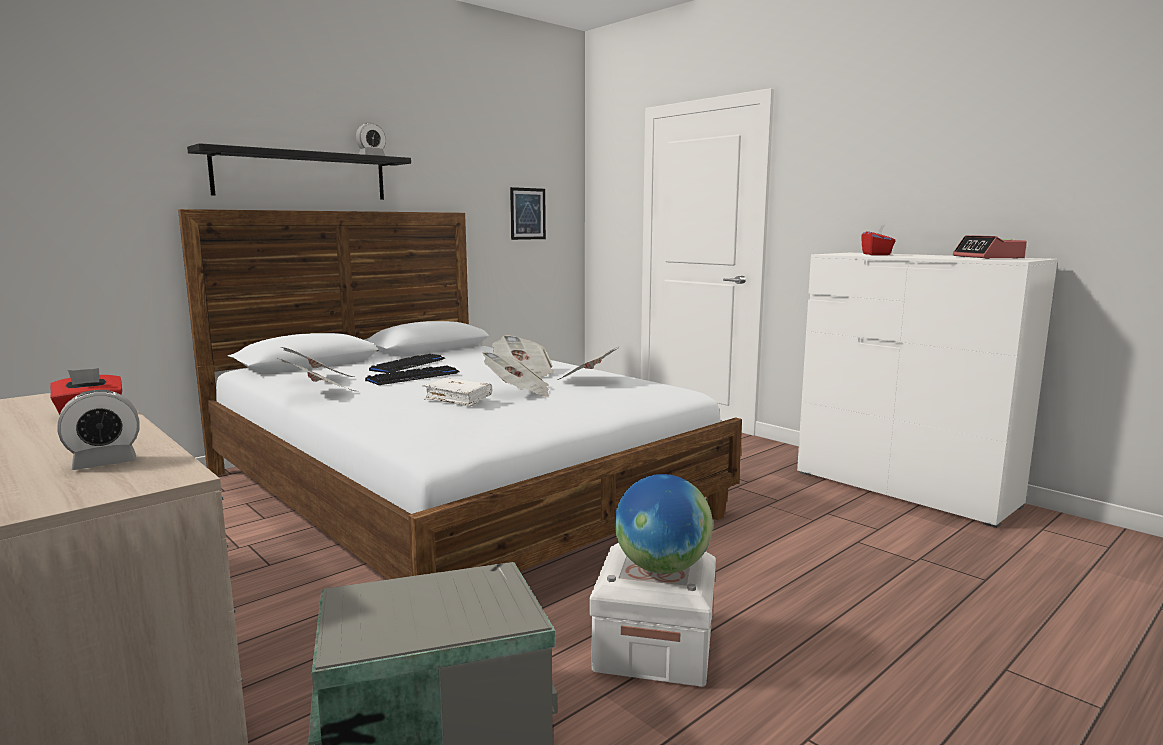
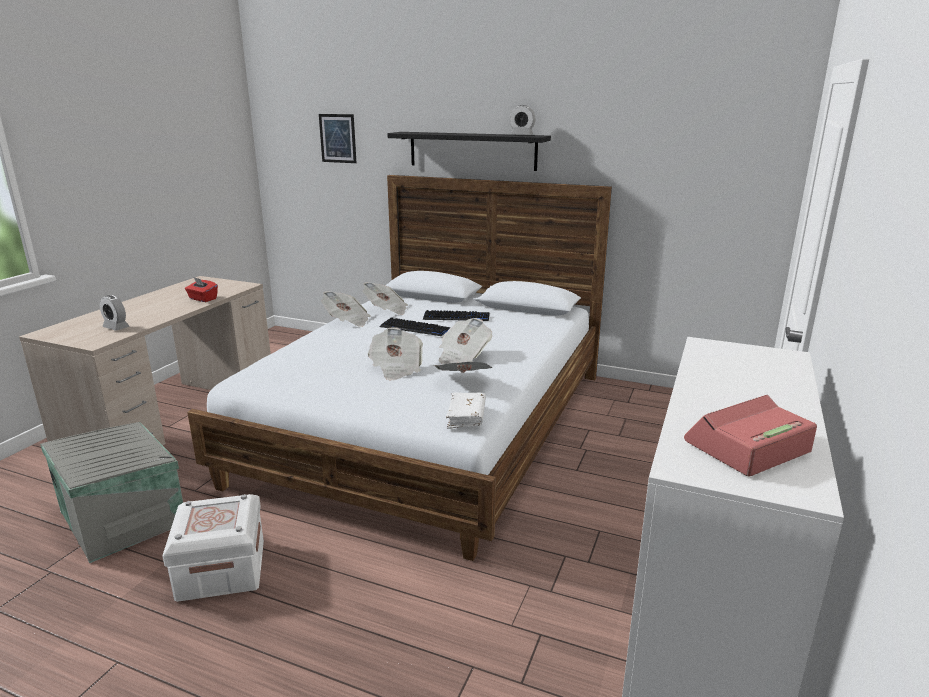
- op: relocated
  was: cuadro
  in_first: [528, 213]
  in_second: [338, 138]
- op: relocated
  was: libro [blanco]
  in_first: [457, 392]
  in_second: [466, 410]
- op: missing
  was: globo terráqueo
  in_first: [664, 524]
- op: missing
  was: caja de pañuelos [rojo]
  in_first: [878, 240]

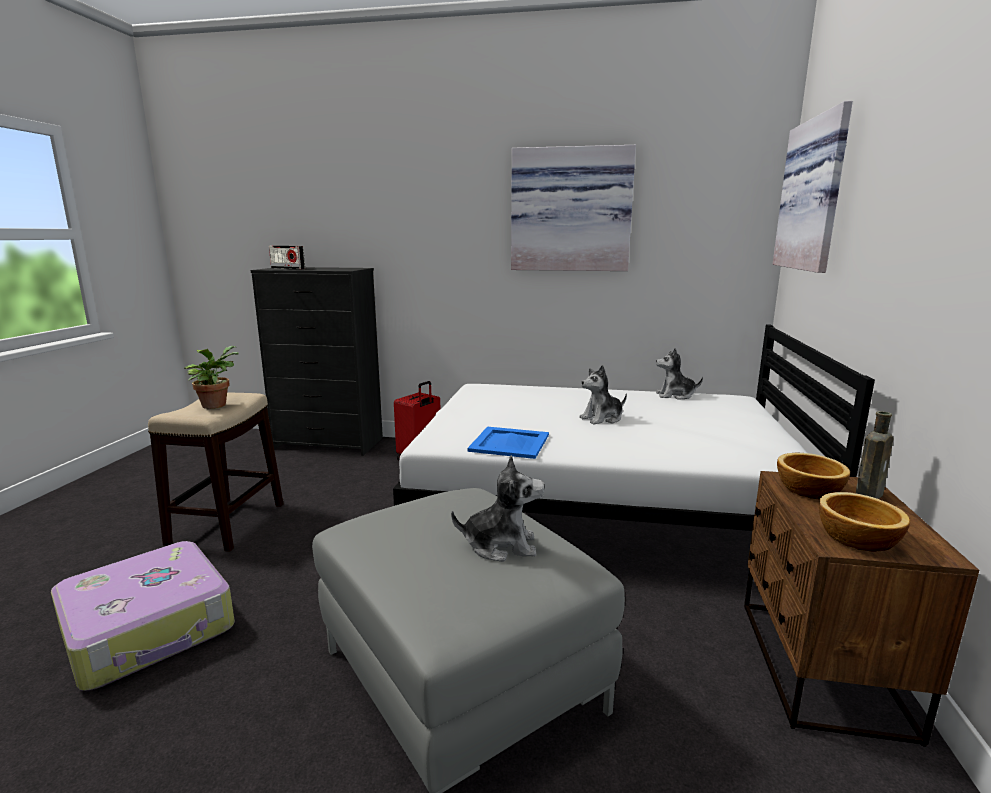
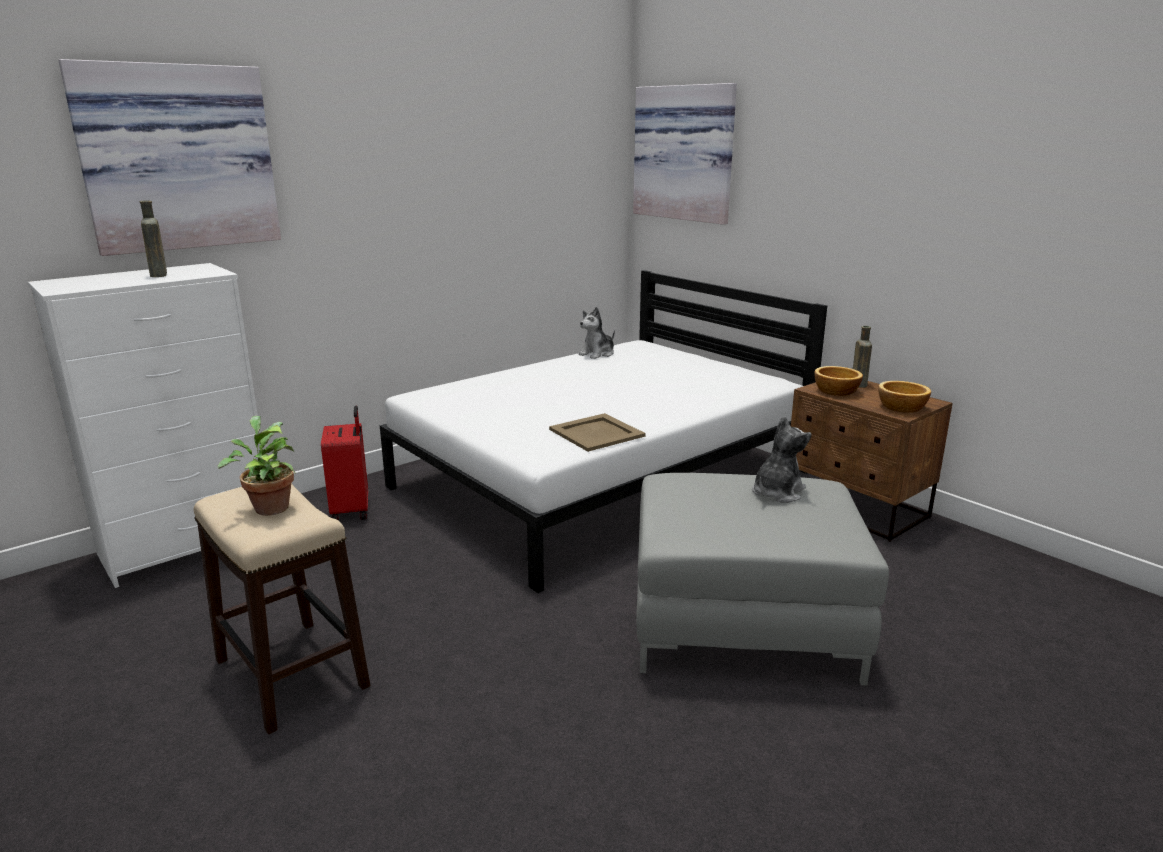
- op: colour
  was: cómoda [negro]
  now: cómoda [blanco]
  in_first: [316, 361]
  in_second: [145, 425]
- op: relocated
  was: cuadro
  in_first: [573, 208]
  in_second: [169, 157]
- op: appeared
  now: botella [marrón]
  in_second: [153, 239]
- op: colour
  was: bandeja [azul]
  now: bandeja [beis]
  in_first: [508, 442]
  in_second: [597, 432]
- op: missing
  was: maleta
  in_first: [143, 616]
- op: missing
  was: radio
  in_first: [287, 257]
- op: missing
  was: peluche
  in_first: [603, 395]

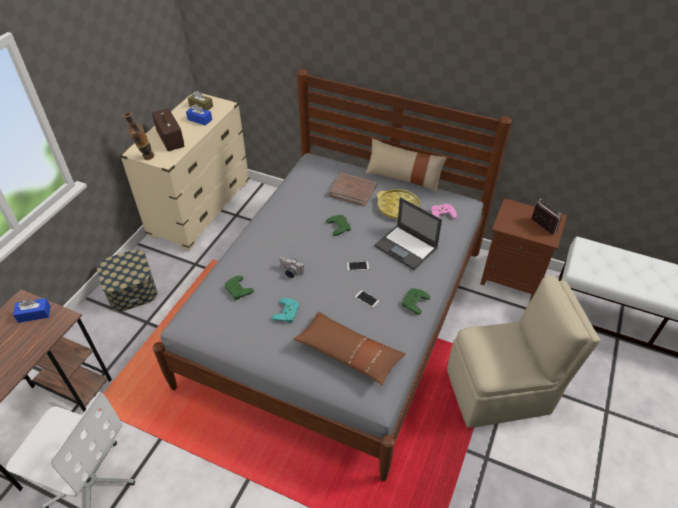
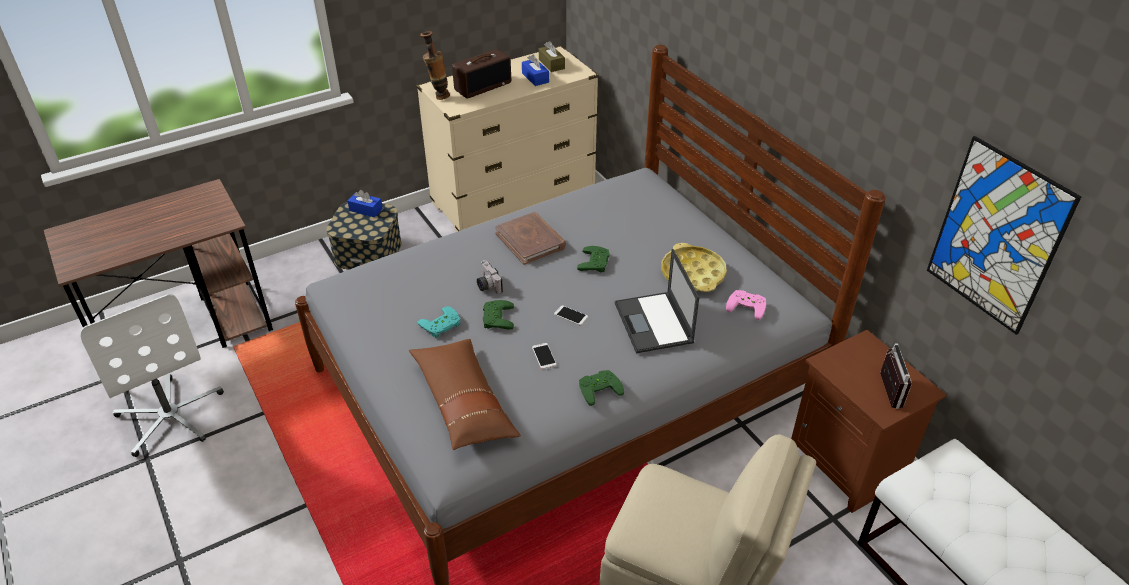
- op: relocated
  was: caja de pañuelos [azul]
  in_first: [31, 310]
  in_second: [365, 203]
- op: spun
  was: radio
  in_first: [168, 129]
  in_second: [481, 73]
  clockwise: 45
- op: relocated
  was: mando de consola [verde]
  in_first: [239, 288]
  in_second: [498, 315]
- op: relocated
  was: libro [marrón]
  in_first: [353, 189]
  in_second: [530, 238]
- op: appeared
  now: cuadro
  in_second: [1004, 235]
- op: missing
  was: cojín [beis]
  in_first: [406, 165]

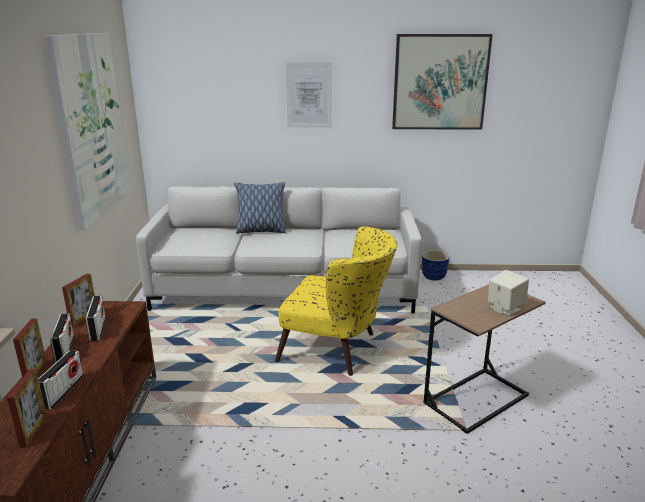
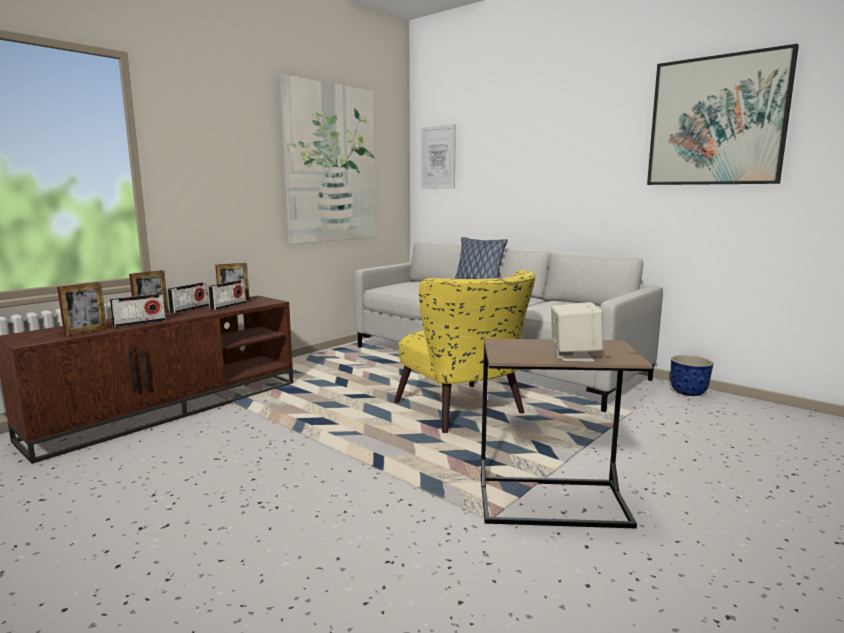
- op: relocated
  was: cuadro
  in_first: [309, 95]
  in_second: [438, 156]

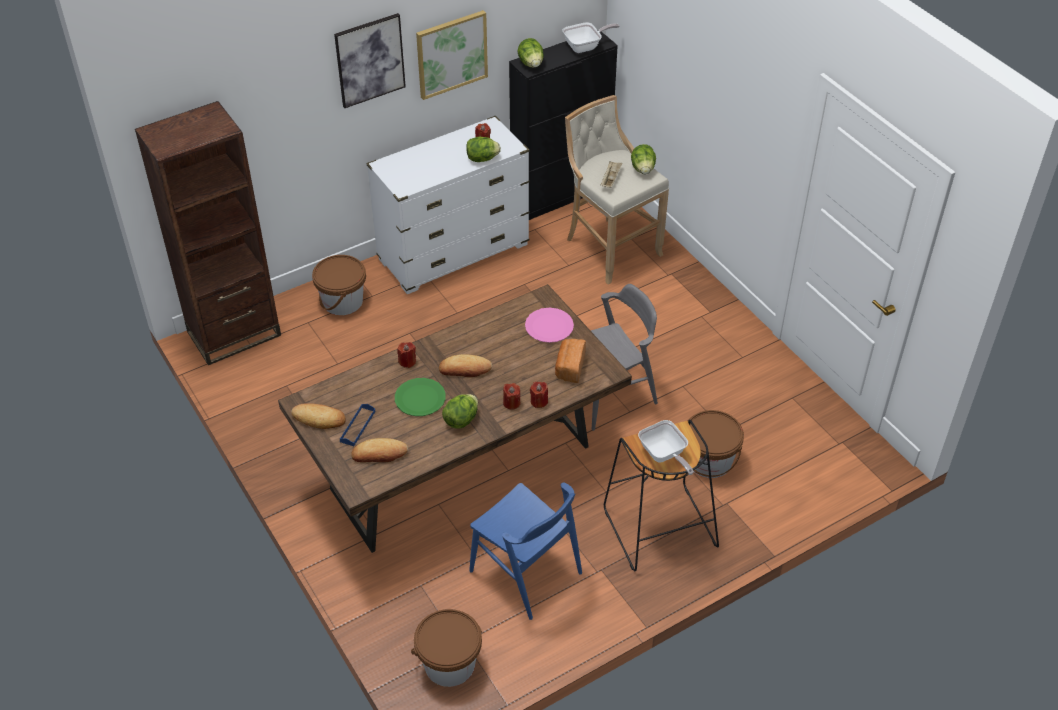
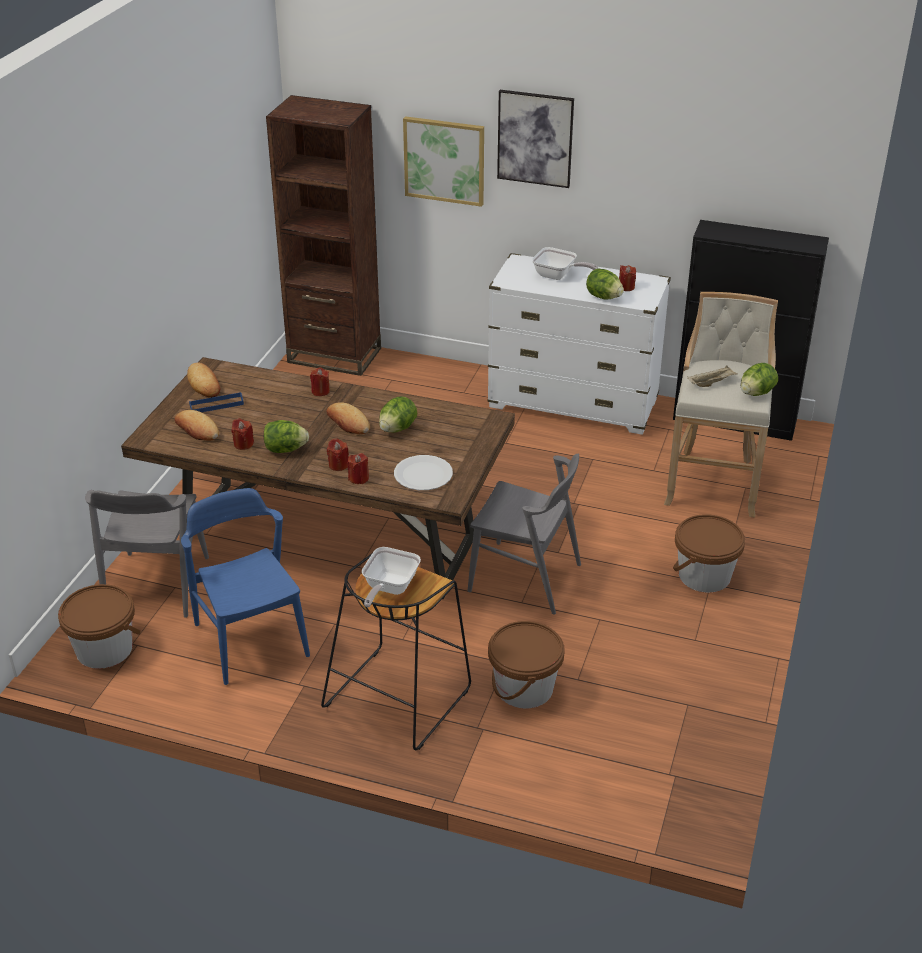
- op: appeared
  now: silla [gris]
  in_second: [147, 554]
- op: spun
  was: silla [azul]
  in_first: [525, 551]
  in_second: [245, 586]
  clockwise: 150
- op: appeared
  now: vela [rojo]
  in_second: [243, 434]
- op: relocated
  was: lechuga
  in_first: [530, 53]
  in_second: [398, 414]
- op: exchanged
  was: pan
  now: plato [blanco]
  in_first: [570, 361]
  in_second: [423, 472]
- op: relocated
  was: cuadro
  in_first: [452, 55]
  in_second: [443, 161]
- op: relocated
  was: sartén
  in_first: [590, 37]
  in_second: [565, 263]
- op: relocated
  was: cubo [marrón]
  in_first: [339, 285]
  in_second: [709, 553]
- op: missing
  was: plato [verde]
  in_first: [420, 397]
- op: missing
  was: plato [rosa]
  in_first: [549, 325]

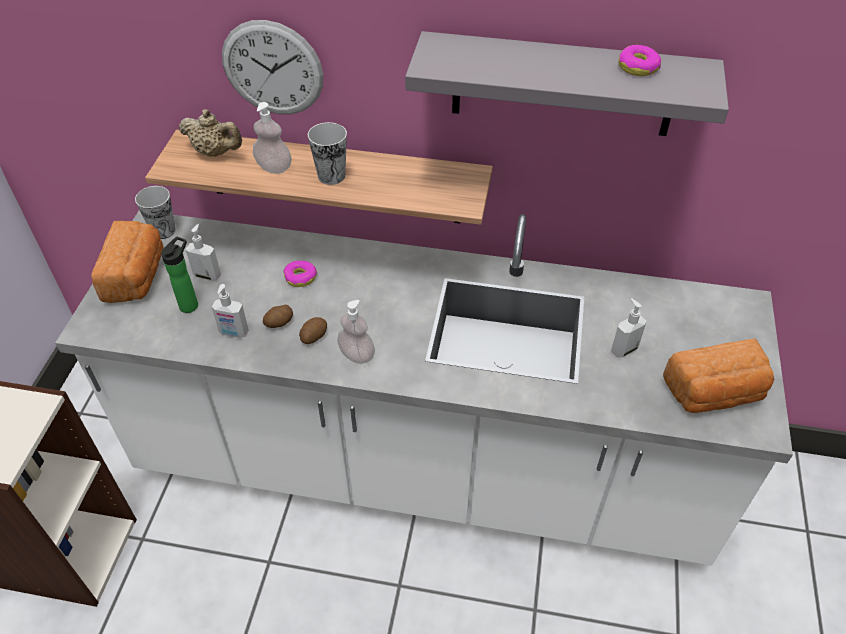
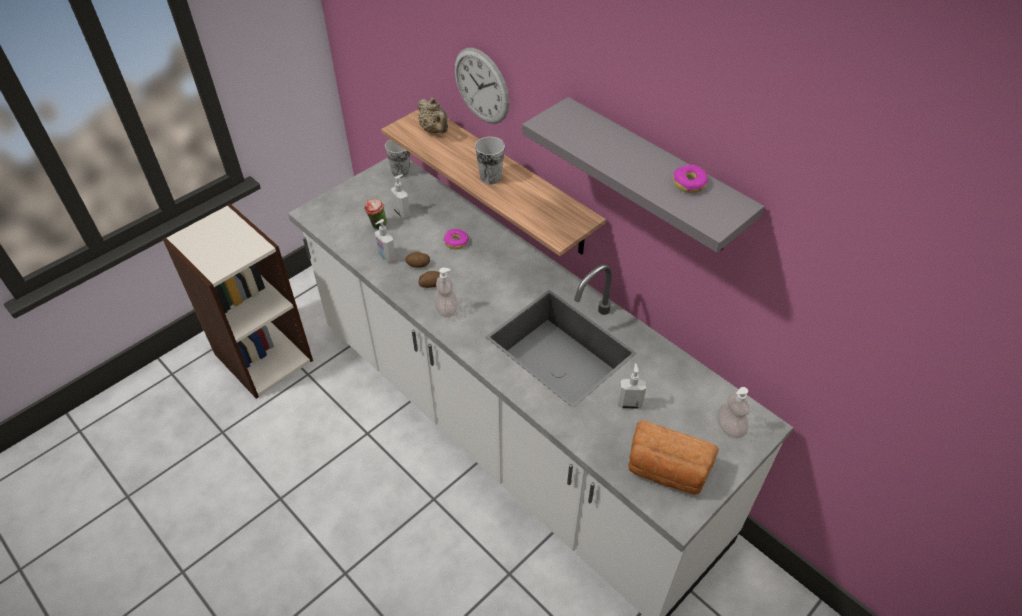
- op: exchanged
  was: botella
  now: taza
  in_first: [179, 275]
  in_second: [375, 214]
- op: relocated
  was: dispensador de jabón
  in_first: [272, 138]
  in_second: [733, 413]
- op: missing
  was: pan
  in_first: [127, 262]

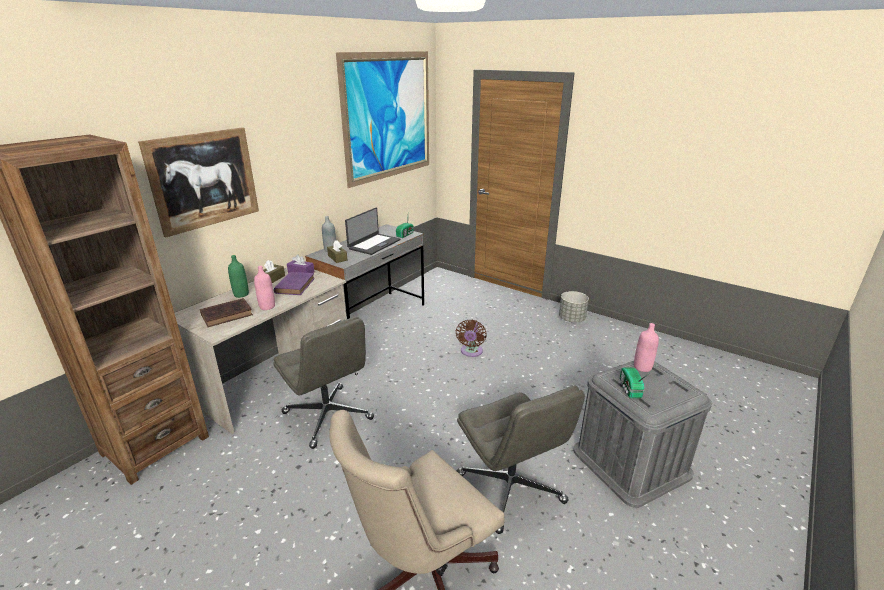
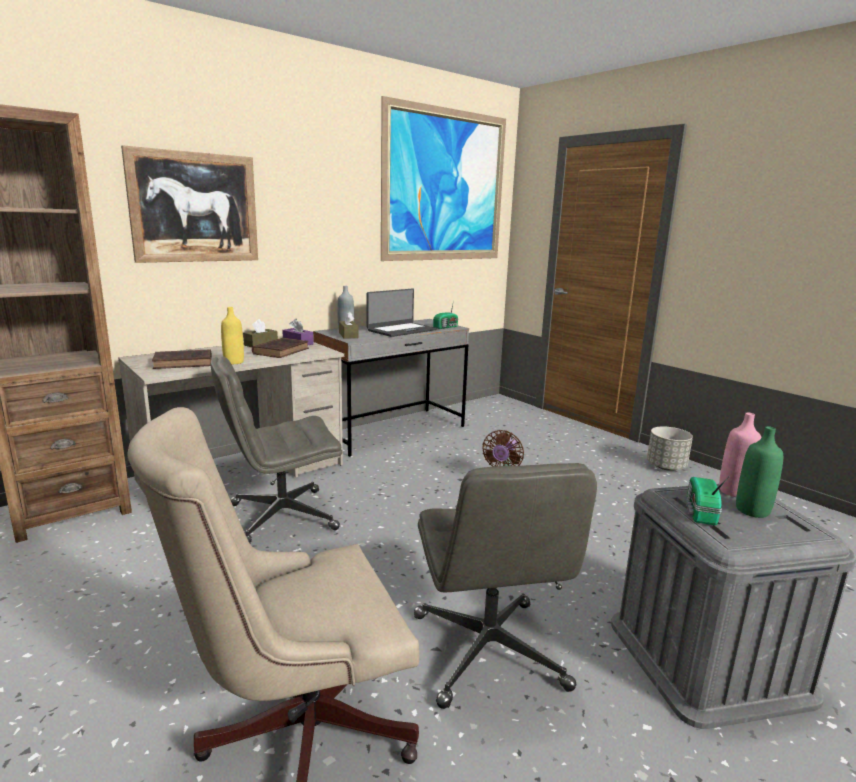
- op: spun
  was: silla de oficina [gris]
  in_first: [323, 382]
  in_second: [276, 449]
  clockwise: 90
- op: colour
  was: botella [rosa]
  now: botella [amarillo]
  in_first: [264, 288]
  in_second: [232, 335]
- op: colour
  was: libro [morado]
  now: libro [marrón]
  in_first: [294, 283]
  in_second: [280, 348]
- op: relocated
  was: botella [verde]
  in_first: [238, 276]
  in_second: [759, 472]

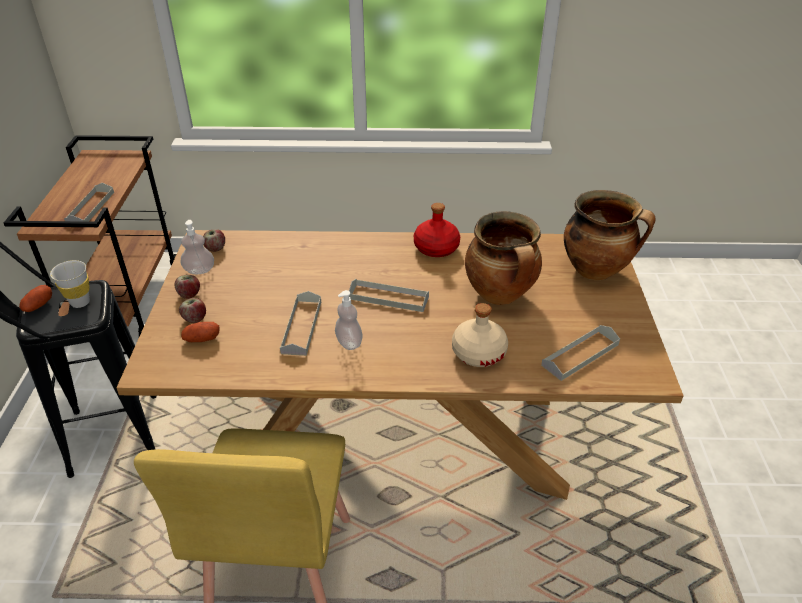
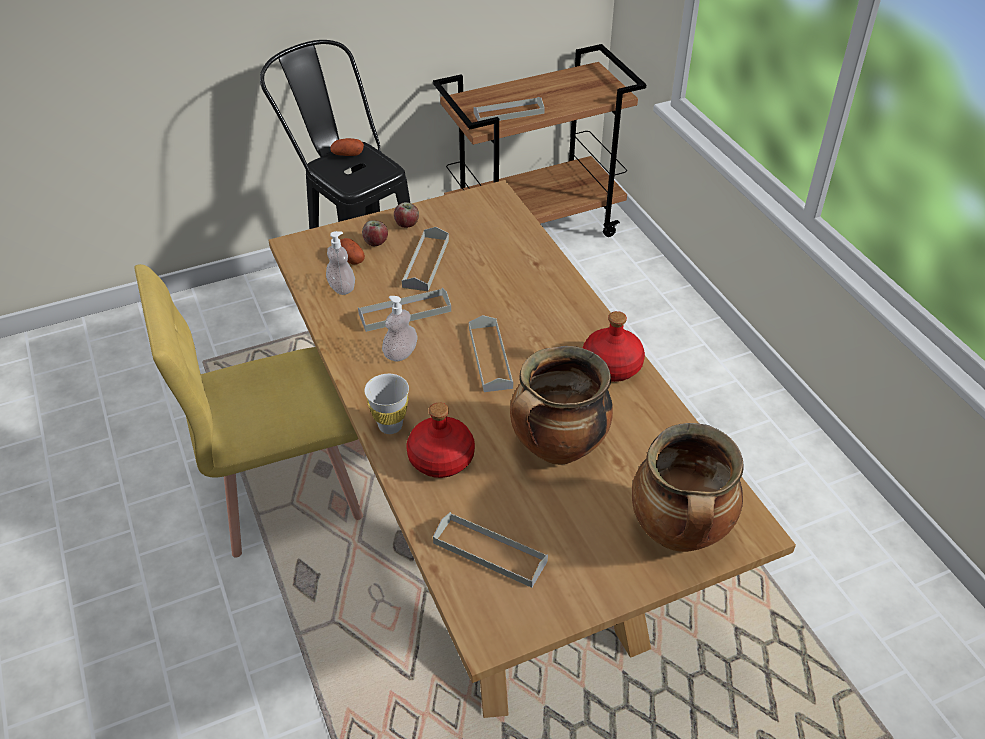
- op: relocated
  was: dispensador de jabón
  in_first: [197, 247]
  in_second: [340, 263]
- op: relocated
  was: taza [blanco]
  in_first: [70, 284]
  in_second: [386, 404]
- op: appeared
  now: bandeja [gris]
  in_second: [425, 259]
- op: colour
  was: botella [beis]
  now: botella [rojo]
  in_first: [480, 335]
  in_second: [440, 440]
- op: missing
  was: manzana
  in_first: [214, 240]

